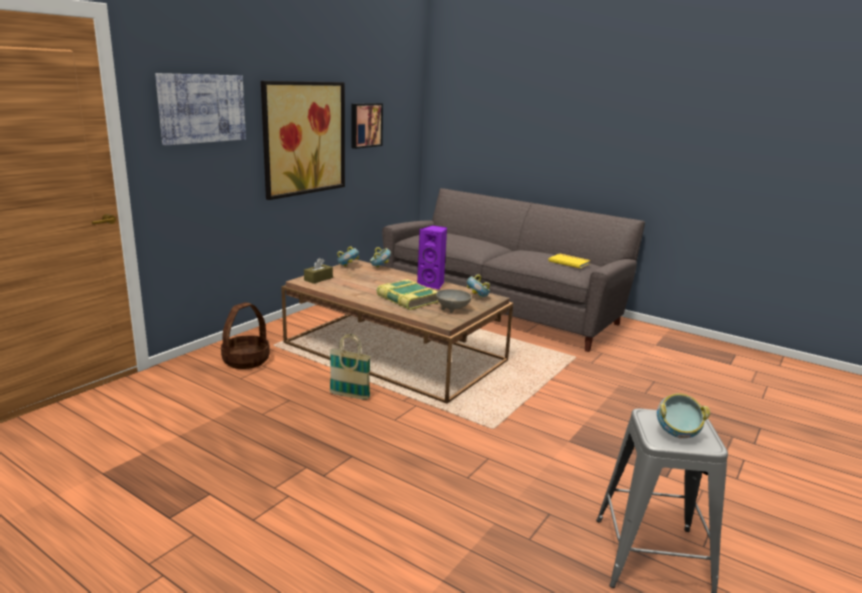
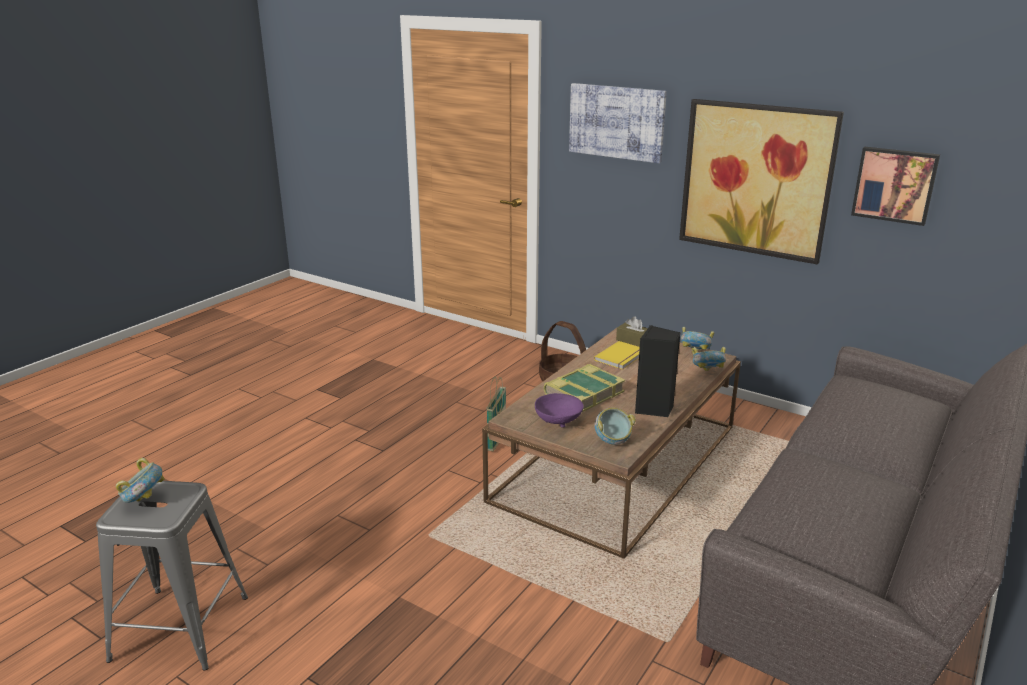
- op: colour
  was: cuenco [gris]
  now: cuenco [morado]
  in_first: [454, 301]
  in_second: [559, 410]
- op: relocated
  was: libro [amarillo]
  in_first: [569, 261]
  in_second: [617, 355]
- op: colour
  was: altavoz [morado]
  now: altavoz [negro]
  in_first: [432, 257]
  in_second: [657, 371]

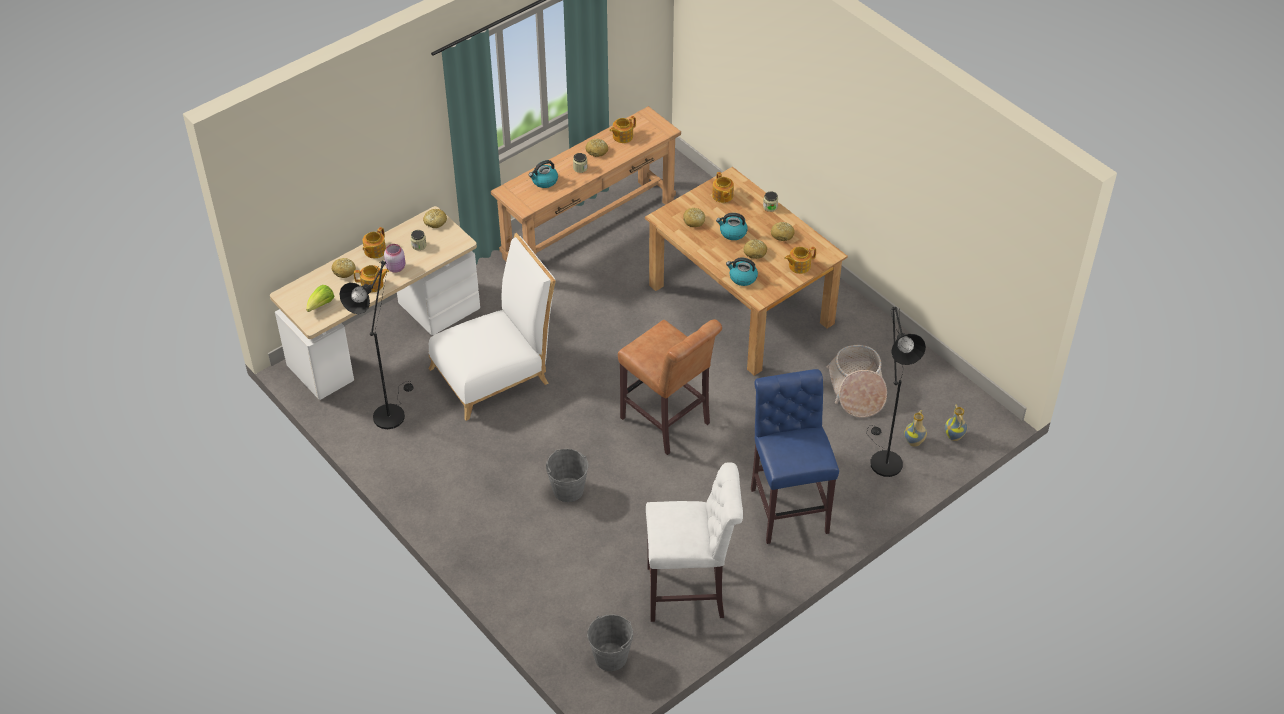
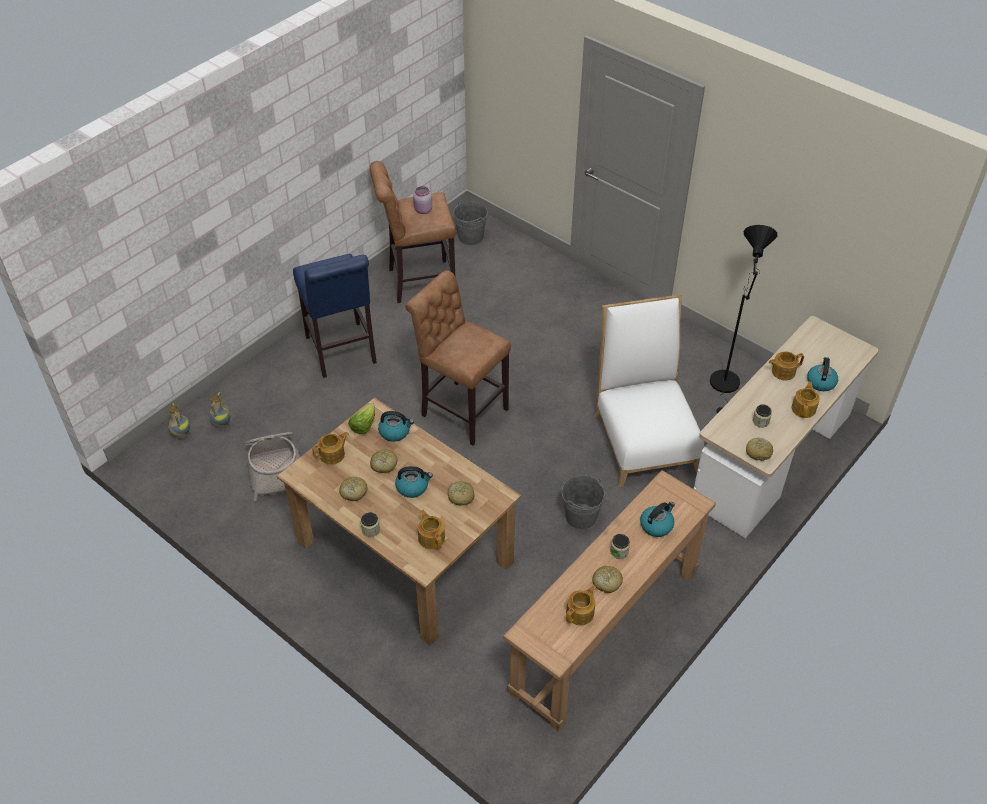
- op: relocated
  was: lechuga
  in_first: [320, 298]
  in_second: [361, 418]
- op: colour
  was: taburete [blanco]
  now: taburete [marrón]
  in_first: [694, 542]
  in_second: [412, 232]
- op: relocated
  was: tarro [rosa]
  in_first: [394, 258]
  in_second: [422, 200]
- op: relocated
  was: cubo [gris]
  in_first: [567, 475]
  in_second: [584, 502]
- op: spun
  was: silla [blanco]
  in_first: [492, 327]
  in_second: [649, 390]
  clockwise: 120
- op: exchanged
  was: pan
  now: hervidor
  in_first: [343, 268]
  in_second: [822, 374]
- op: missing
  was: lámpara de pie [negro]
  in_first: [896, 392]

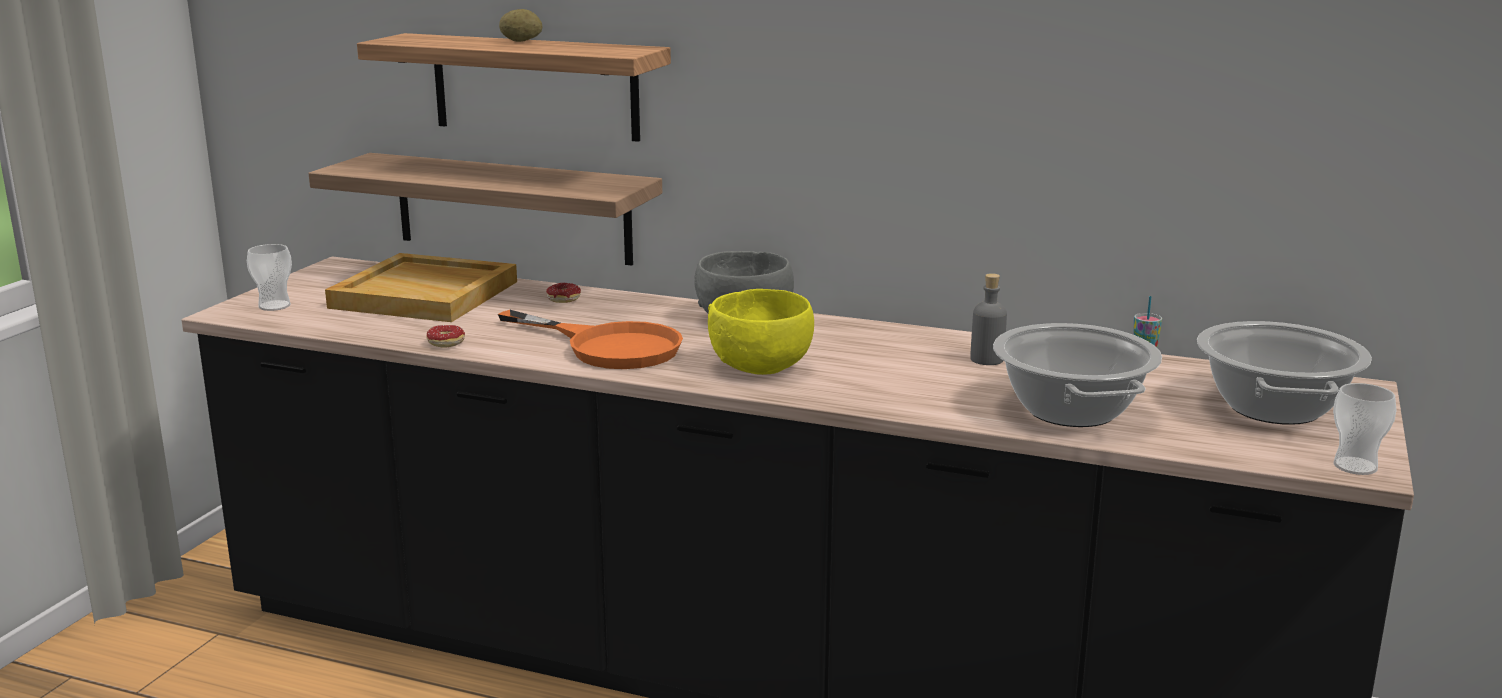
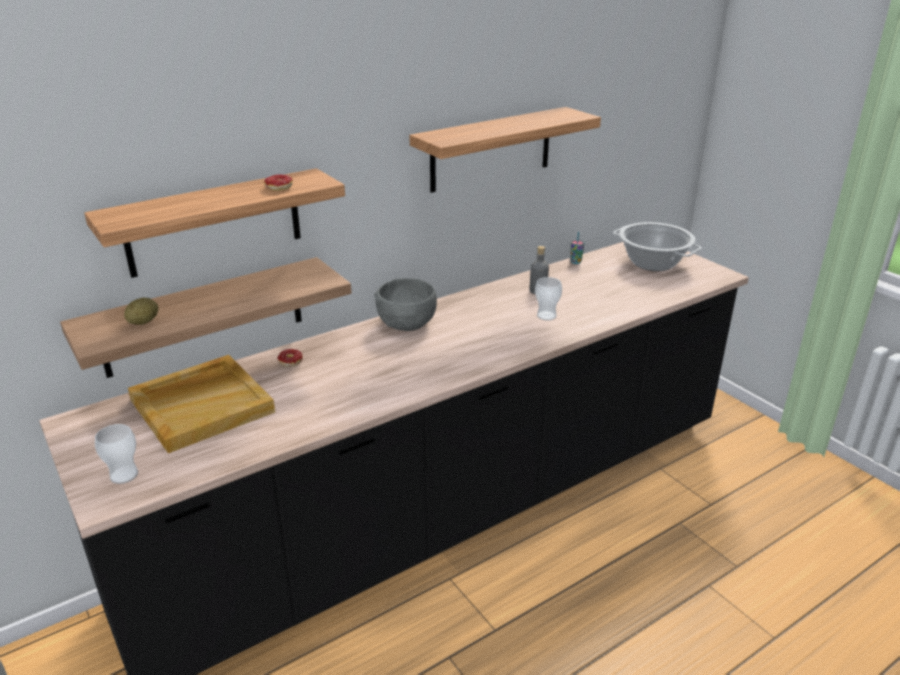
- op: relocated
  was: patata
  in_first: [520, 25]
  in_second: [141, 311]
- op: relocated
  was: rosquilla
  in_first: [445, 336]
  in_second: [278, 182]
- op: appeared
  now: estante
  in_second: [505, 150]
- op: relocated
  was: taza
  in_first: [1364, 429]
  in_second: [548, 299]
- op: missing
  was: sartén [naranja]
  in_first: [590, 339]
- op: missing
  was: cuenco [amarillo]
  in_first: [761, 332]
- op: missing
  was: olla
  in_first: [1077, 375]

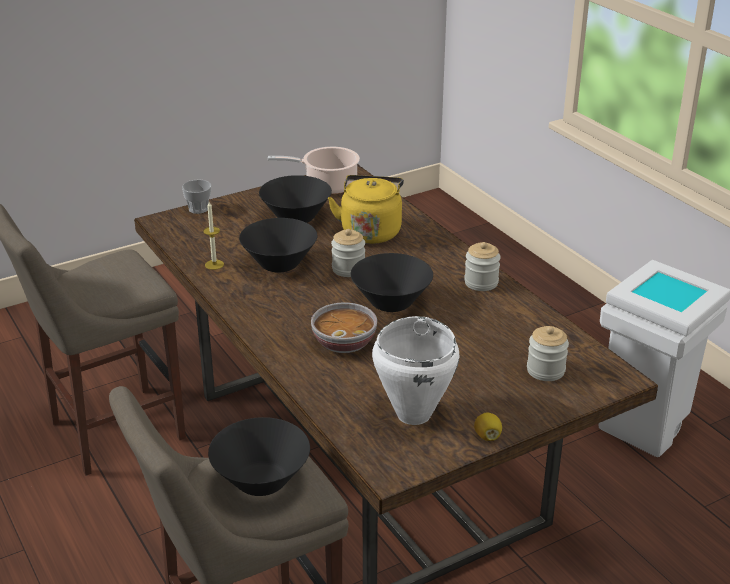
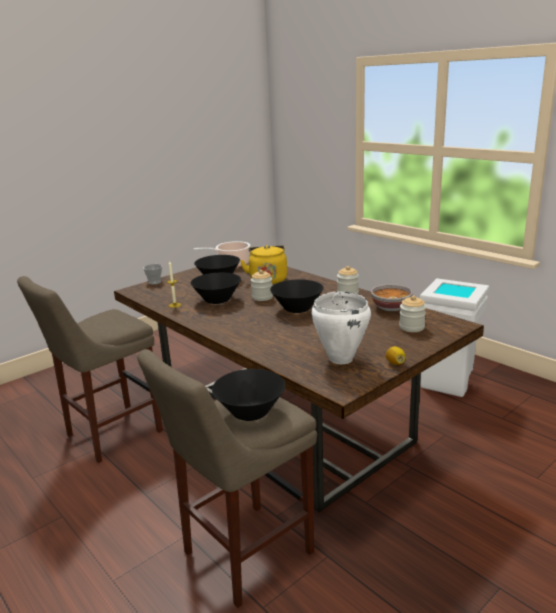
- op: relocated
  was: cuenco
  in_first: [344, 327]
  in_second: [392, 297]

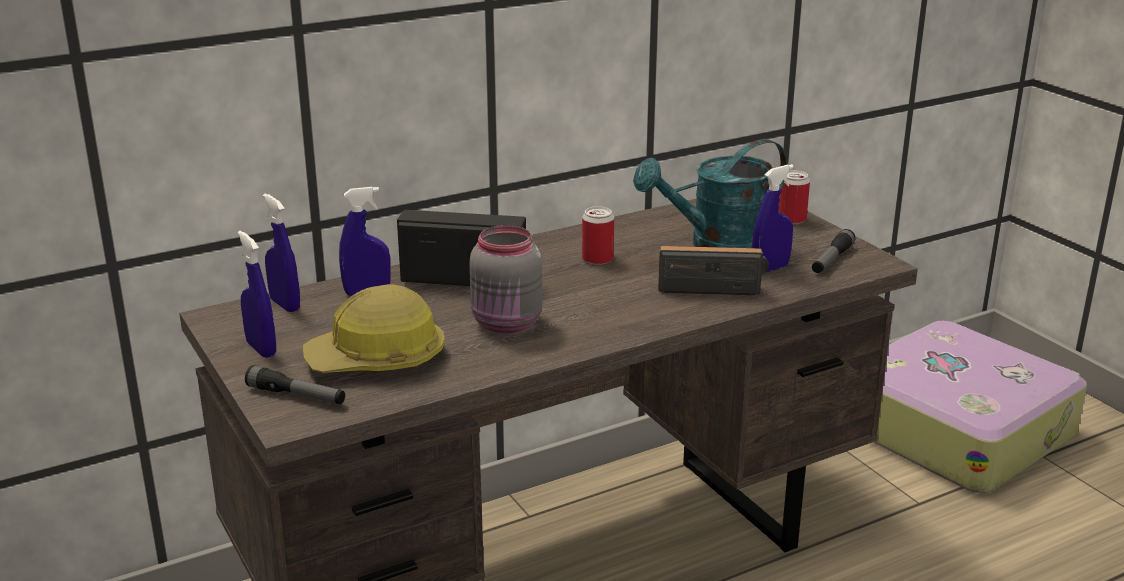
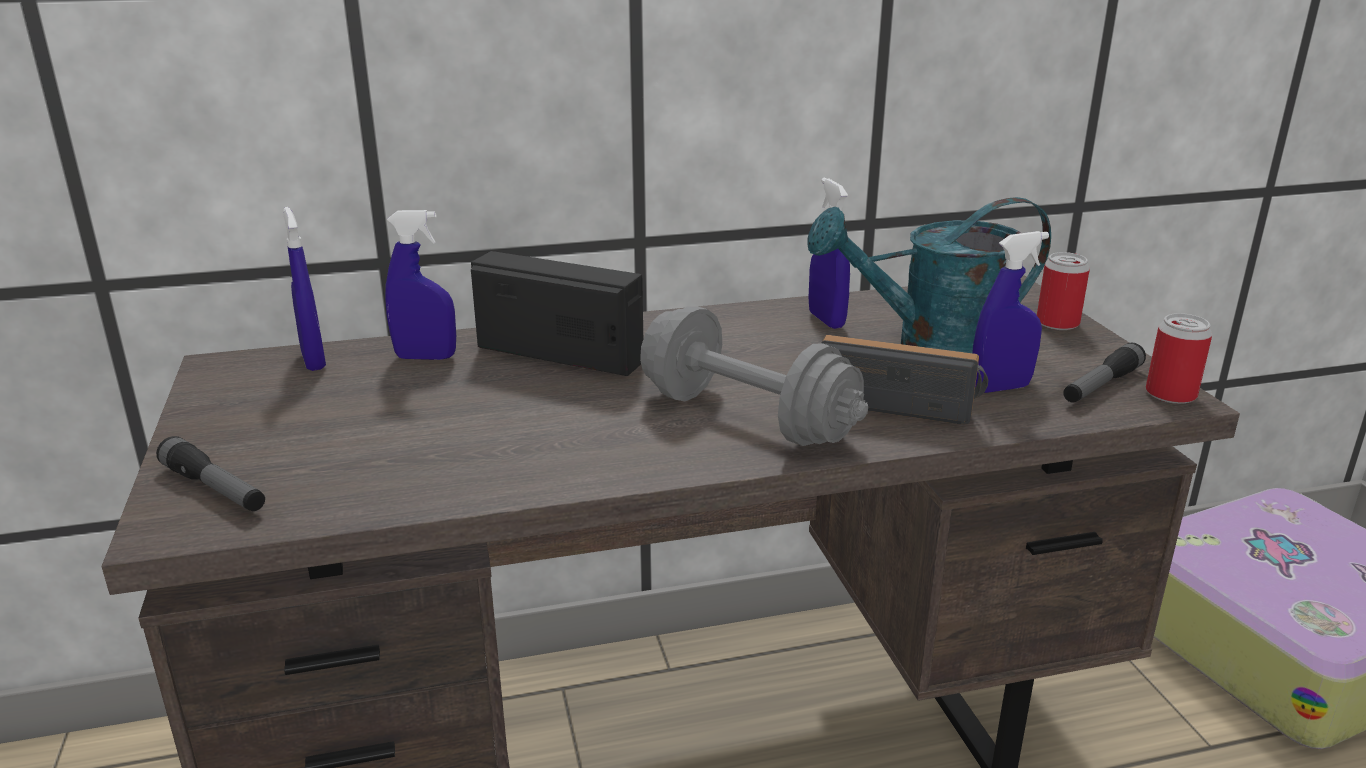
- op: appeared
  now: mancuerna [gris]
  in_second: [754, 376]
- op: relocated
  was: pulverizador [azul]
  in_first: [257, 294]
  in_second: [829, 253]
- op: relocated
  was: lata
  in_first: [598, 235]
  in_second: [1179, 358]
- op: missing
  was: casco
  in_first: [374, 328]
- op: missing
  was: tarro [gris]
  in_first: [505, 279]

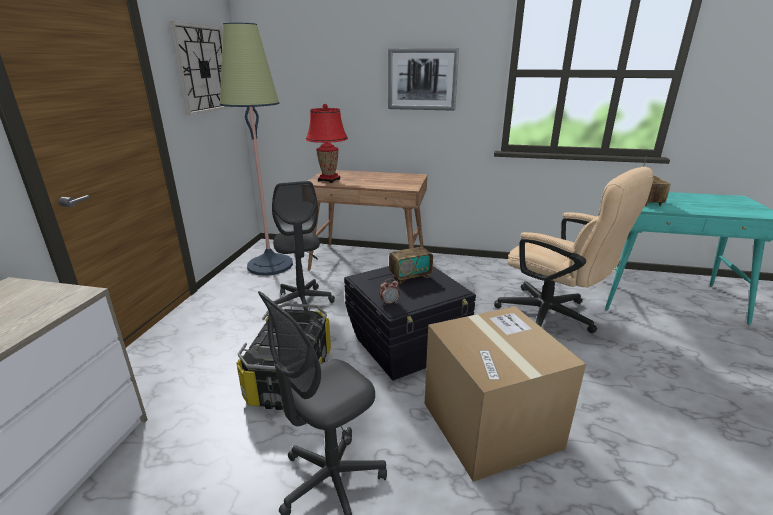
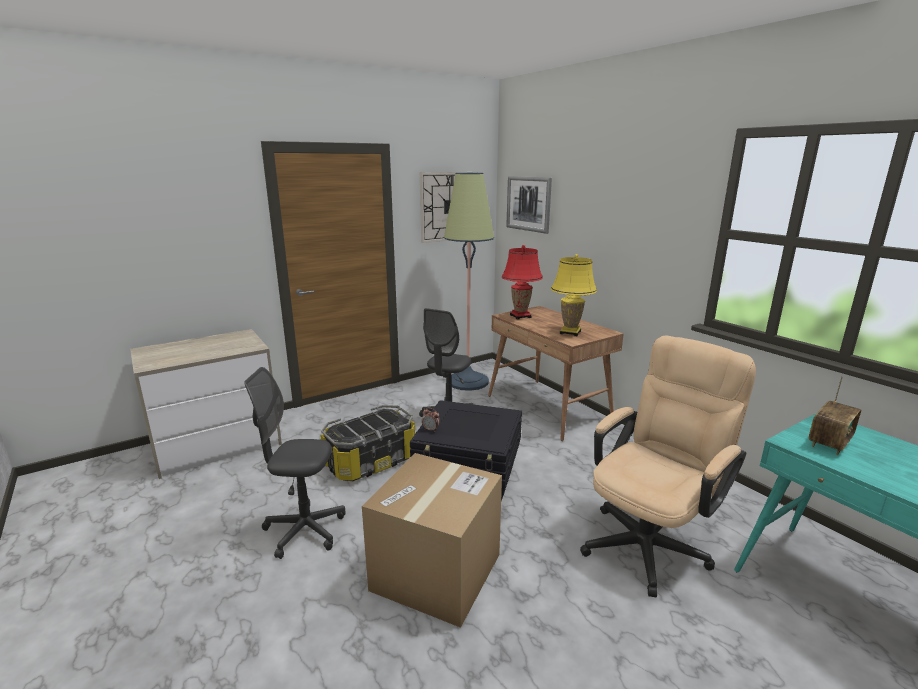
- op: relocated
  was: cuadro
  in_first: [423, 79]
  in_second: [529, 205]
- op: appeared
  now: lámpara de mesa [amarillo]
  in_second: [574, 295]
- op: spun
  was: silla de oficina [beis]
  in_first: [574, 250]
  in_second: [668, 466]
  clockwise: -135
- op: missing
  was: radio
  in_first: [411, 255]

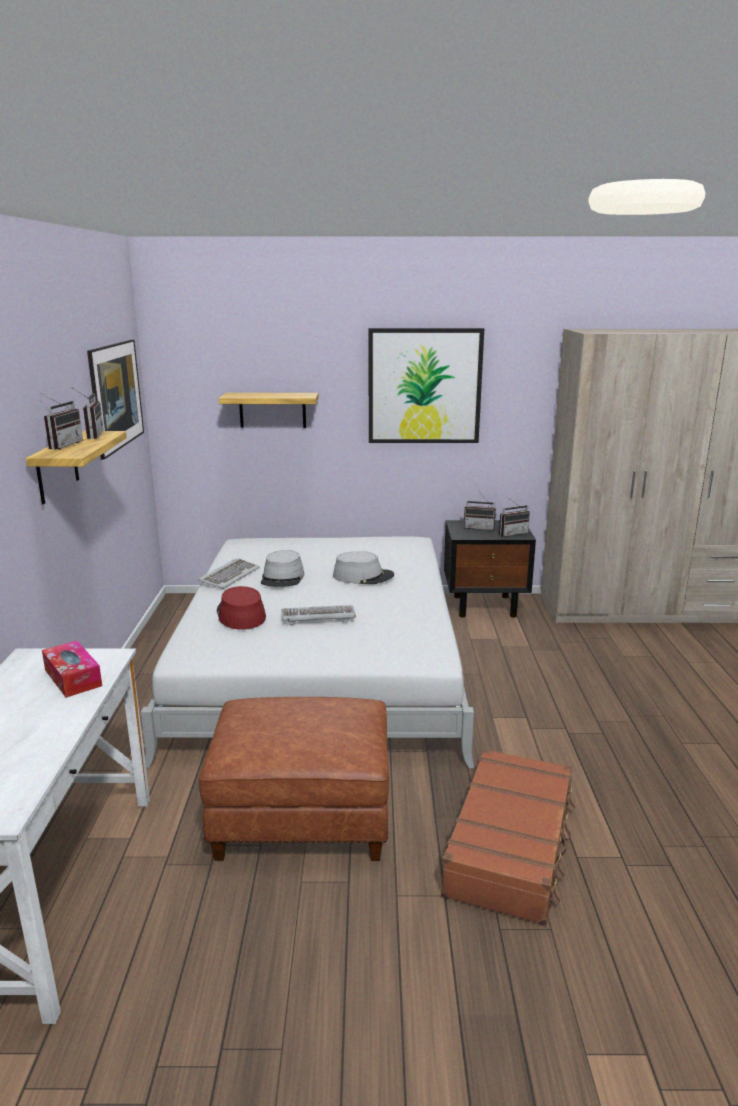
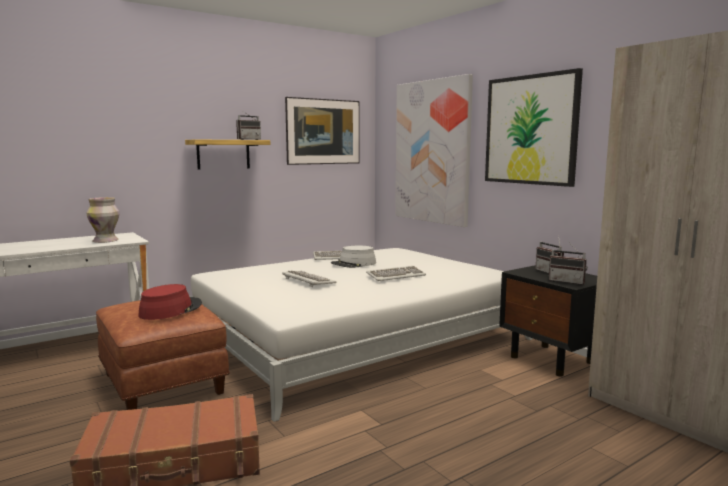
- op: exchanged
  was: caja de pañuelos
  now: florero
  in_first: [72, 669]
  in_second: [103, 220]
- op: relocated
  was: sombrero [rojo]
  in_first: [241, 608]
  in_second: [170, 302]
- op: exchanged
  was: sombrero [gris]
  now: teclado
  in_first: [363, 567]
  in_second: [396, 273]
- op: exchanged
  was: estante
  now: cuadro
  in_first: [268, 410]
  in_second: [434, 150]
- op: missing
  was: radio
  in_first: [61, 421]

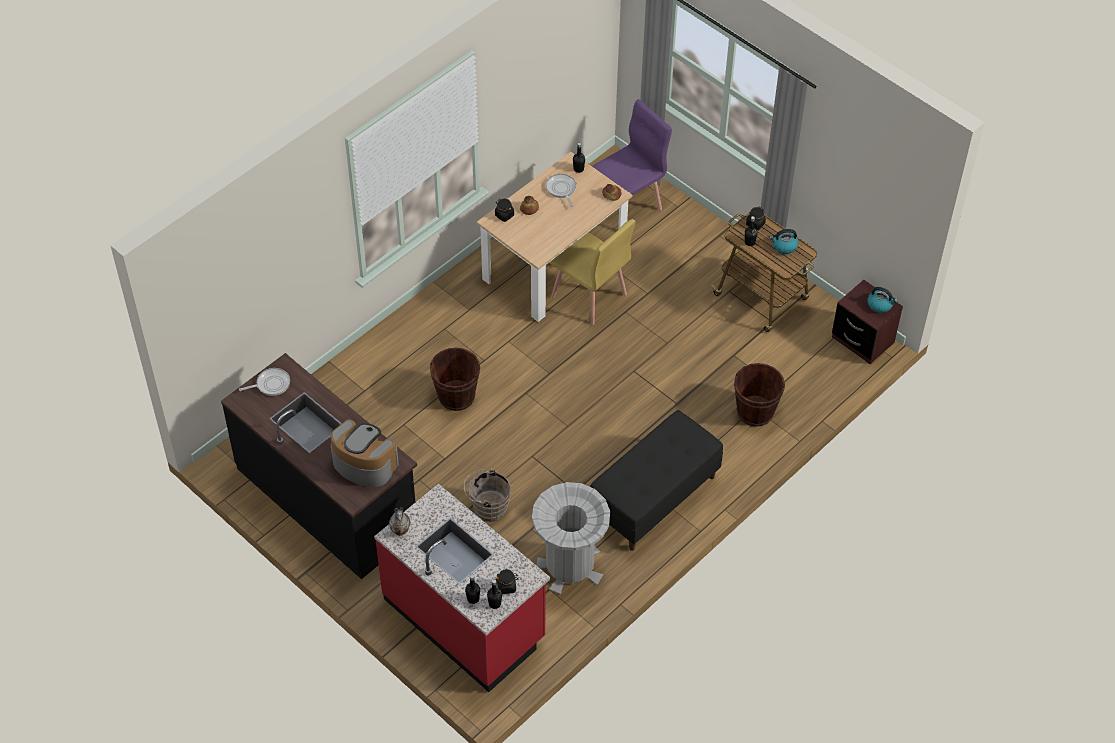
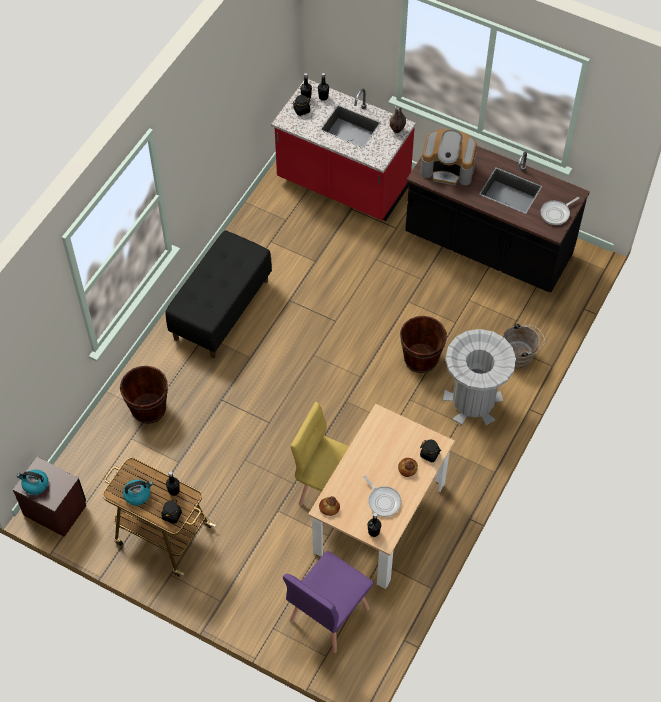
- op: relocated
  was: papelera [gris]
  in_first: [571, 538]
  in_second: [479, 377]
- op: relocated
  was: cubo [marrón]
  in_first: [487, 495]
  in_second: [523, 346]

